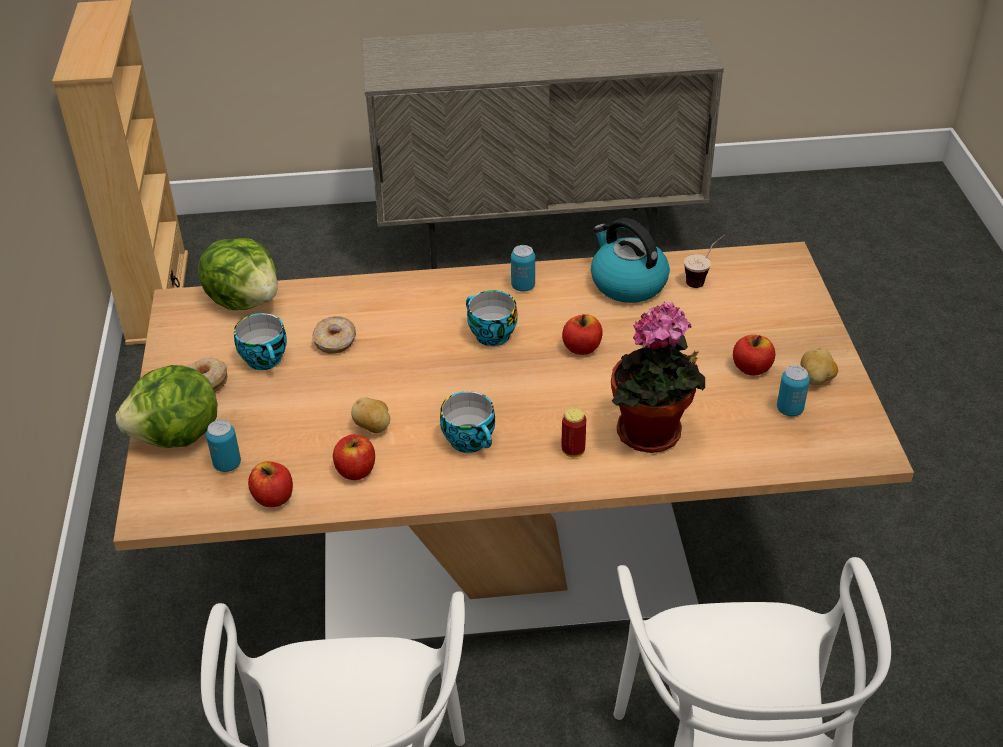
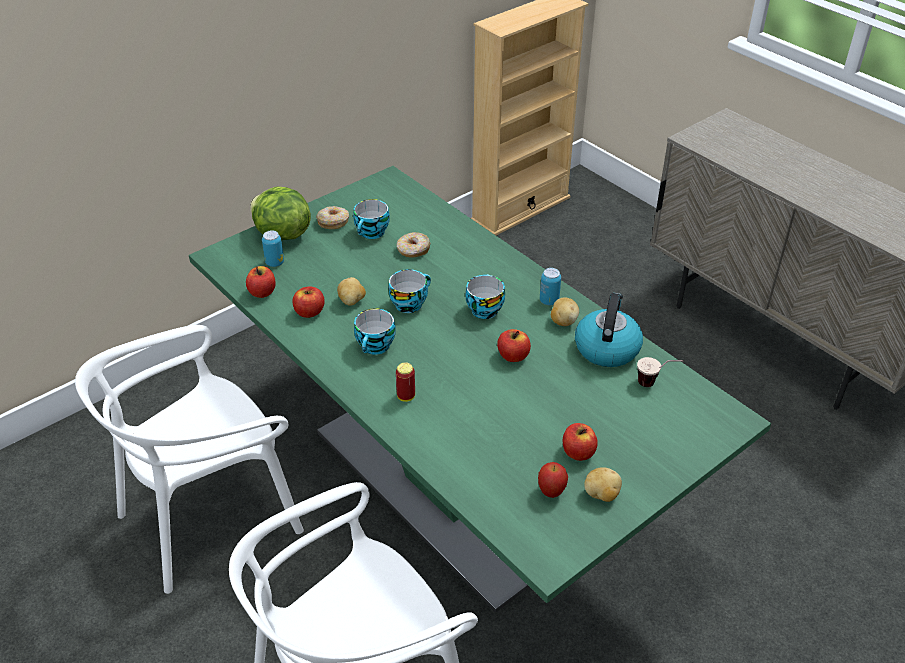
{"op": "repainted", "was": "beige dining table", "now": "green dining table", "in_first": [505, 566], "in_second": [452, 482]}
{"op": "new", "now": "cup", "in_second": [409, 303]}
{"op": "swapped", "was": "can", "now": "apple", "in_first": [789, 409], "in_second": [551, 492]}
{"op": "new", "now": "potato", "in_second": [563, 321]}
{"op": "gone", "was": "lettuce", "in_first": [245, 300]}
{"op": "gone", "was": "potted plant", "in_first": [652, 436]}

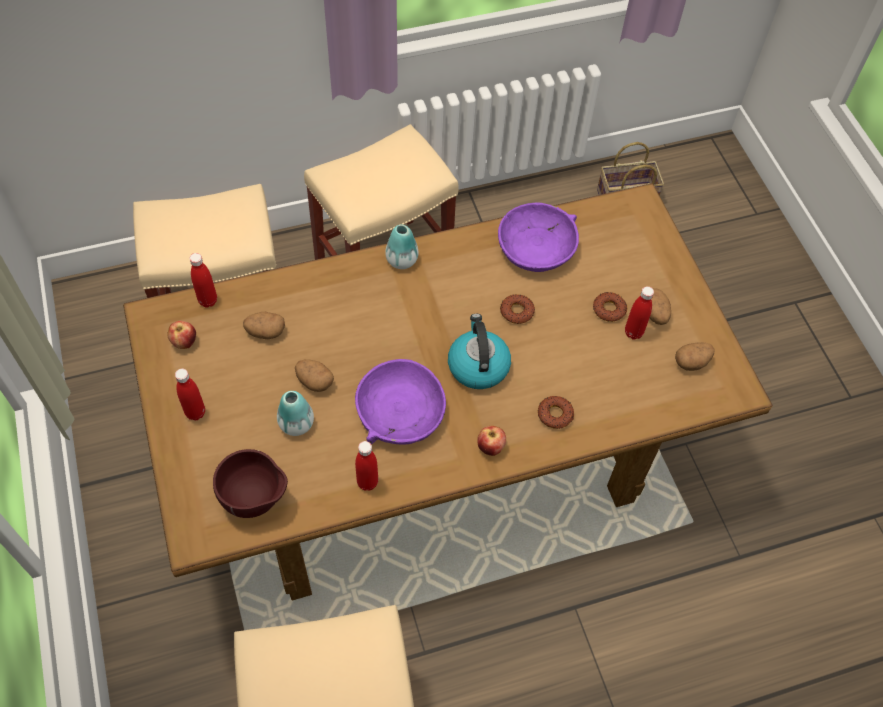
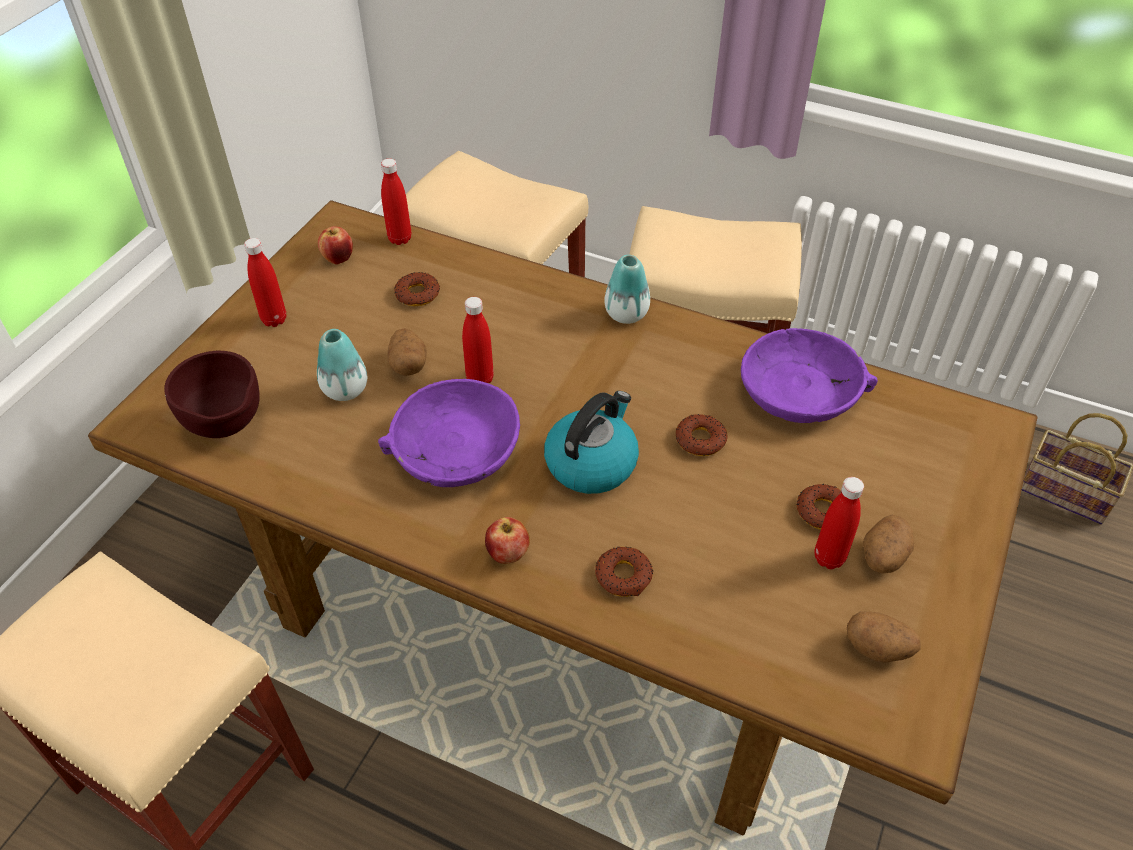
{"op": "swapped", "was": "potato", "now": "donut", "in_first": [265, 332], "in_second": [417, 294]}
{"op": "shifted", "was": "red bottle", "in_first": [367, 482], "in_second": [480, 379]}

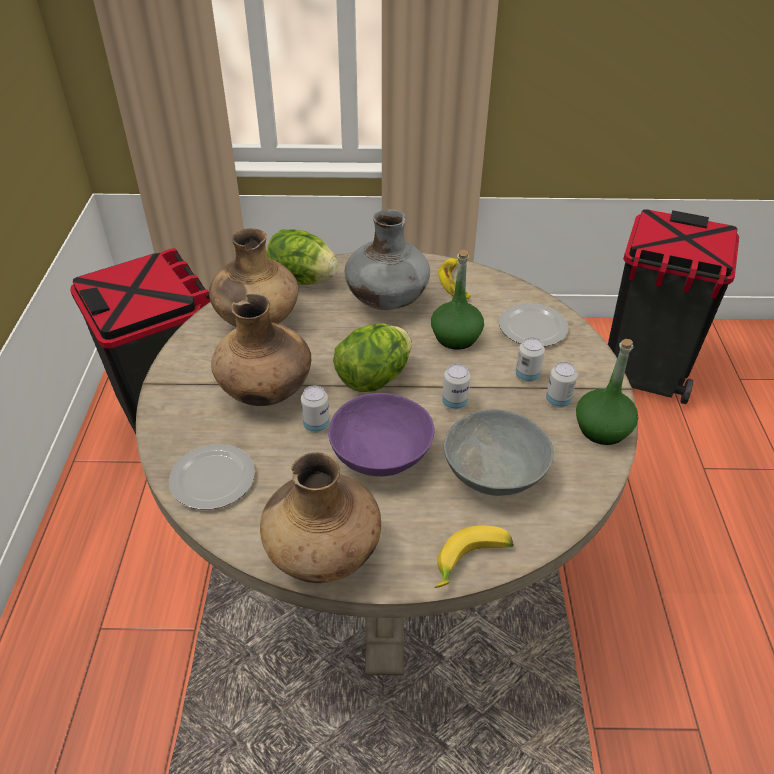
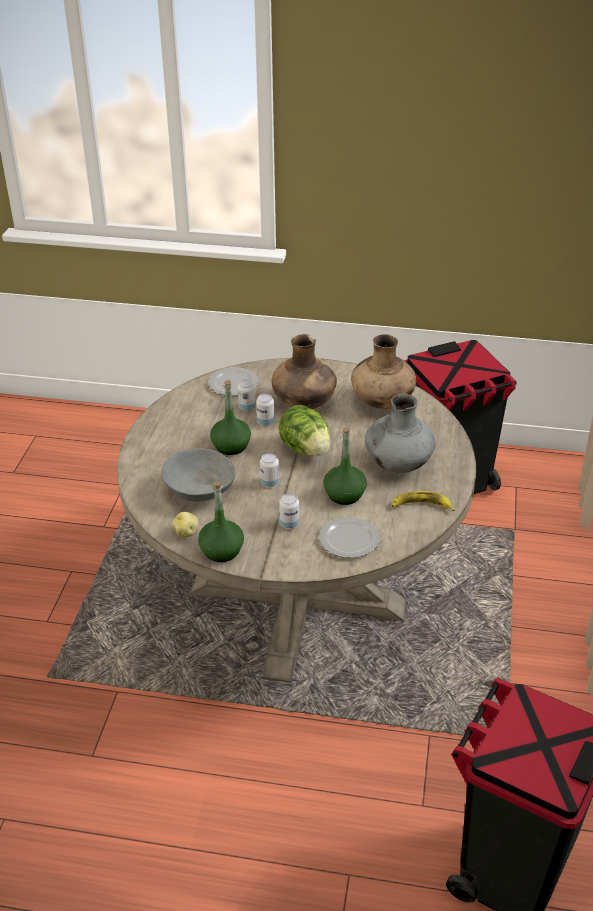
{"op": "new", "now": "potato", "in_second": [187, 532]}
{"op": "swapped", "was": "purple bowl", "now": "green bottle", "in_first": [382, 455], "in_second": [231, 446]}
{"op": "shifted", "was": "can", "in_first": [558, 401], "in_second": [247, 407]}
{"op": "gone", "was": "brown vase", "in_first": [323, 553]}
{"op": "gone", "was": "lettuce", "in_first": [302, 280]}
{"op": "gone", "was": "banana", "in_first": [472, 563]}

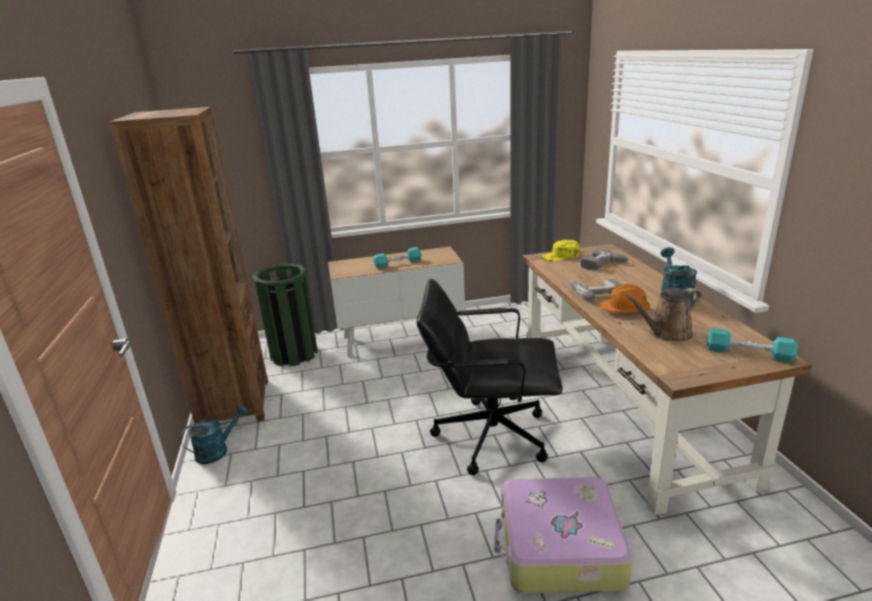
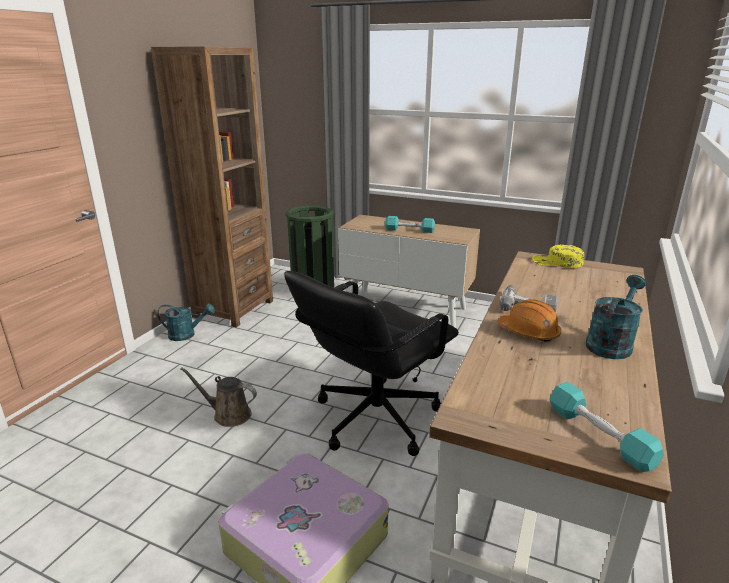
{"op": "shifted", "was": "brown watering can", "in_first": [666, 333], "in_second": [228, 414]}
{"op": "rotated", "was": "black office chair", "in_first": [490, 435], "in_second": [374, 417], "clockwise": -90}
{"op": "gone", "was": "power drill", "in_first": [603, 265]}

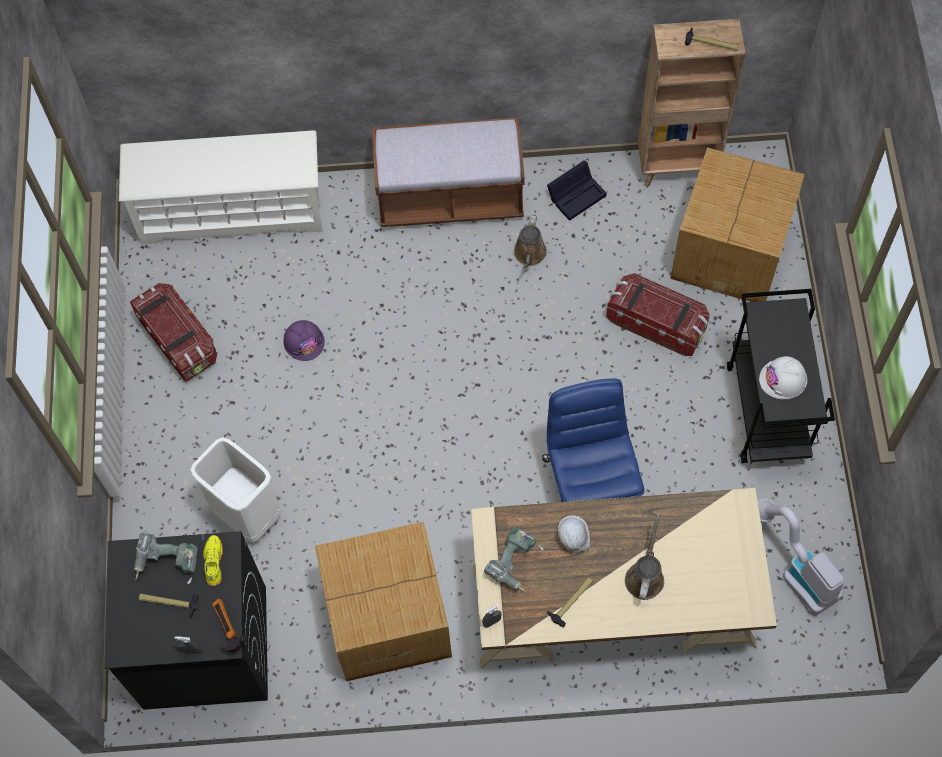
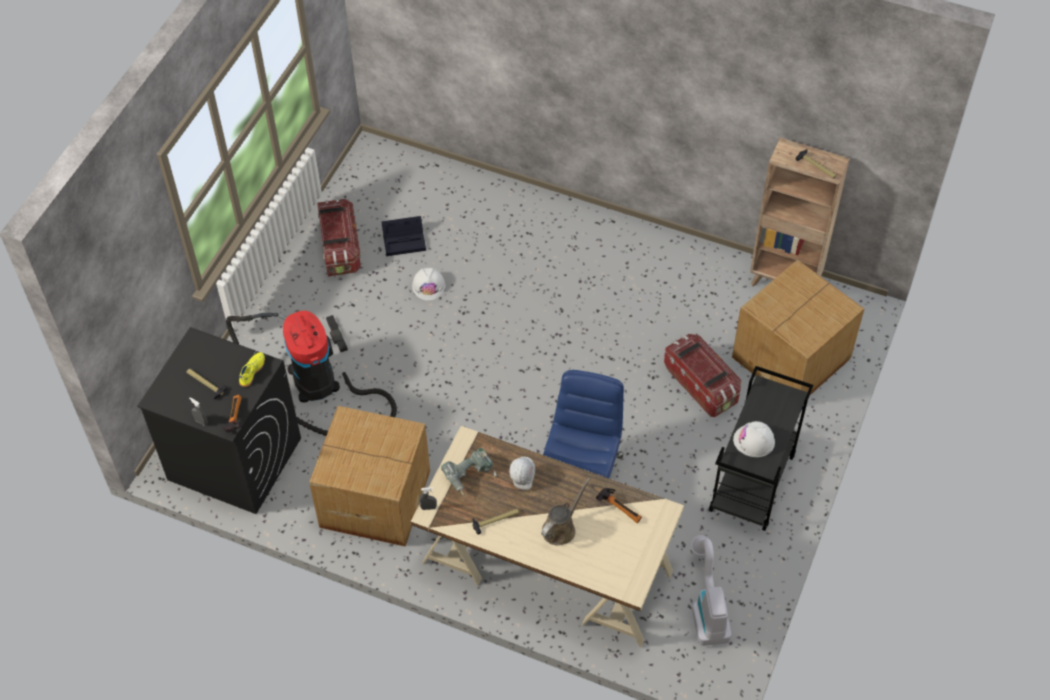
{"op": "swapped", "was": "white trash can", "now": "vacuum cleaner", "in_first": [247, 515], "in_second": [317, 384]}
{"op": "shifted", "was": "black storage box", "in_first": [577, 194], "in_second": [405, 241]}
{"op": "repainted", "was": "purple hard hat", "now": "white hard hat", "in_first": [304, 341], "in_second": [429, 286]}
{"op": "new", "now": "hammer", "in_second": [621, 508]}
{"op": "gone", "was": "white shoe rack", "in_first": [232, 211]}
{"op": "gone", "was": "power drill", "in_first": [167, 563]}
{"op": "gone", "was": "brown bench", "in_first": [450, 197]}
{"op": "gone", "was": "brown watering can", "in_first": [529, 255]}

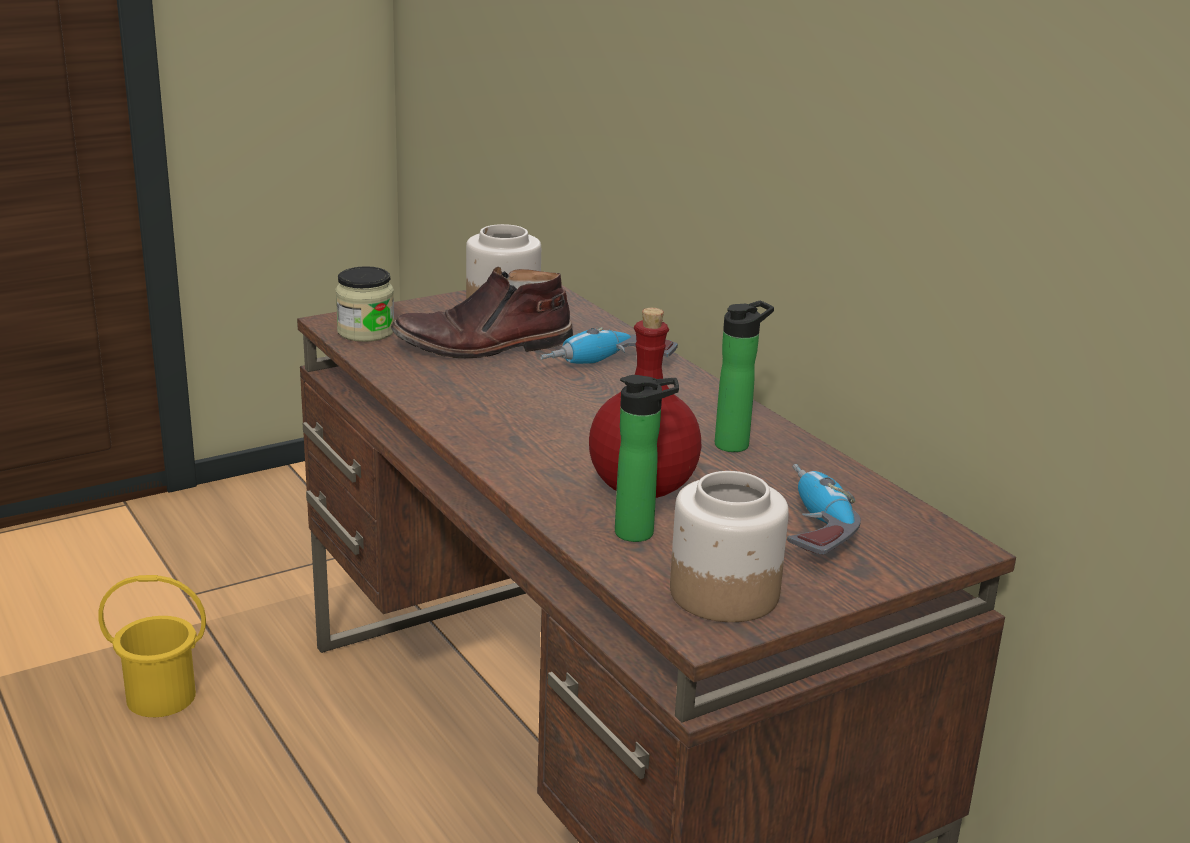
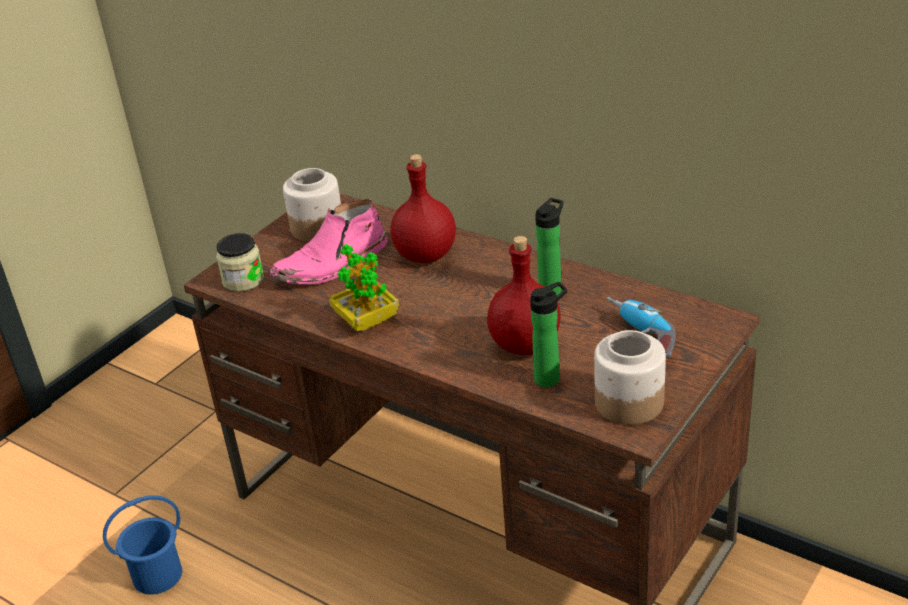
{"op": "repainted", "was": "yellow bucket", "now": "blue bucket", "in_first": [160, 696], "in_second": [157, 575]}
{"op": "repainted", "was": "brown boot", "now": "pink boot", "in_first": [484, 345], "in_second": [332, 264]}
{"op": "new", "now": "potted plant", "in_second": [366, 321]}
{"op": "swapped", "was": "power drill", "now": "red bottle", "in_first": [608, 367], "in_second": [426, 255]}

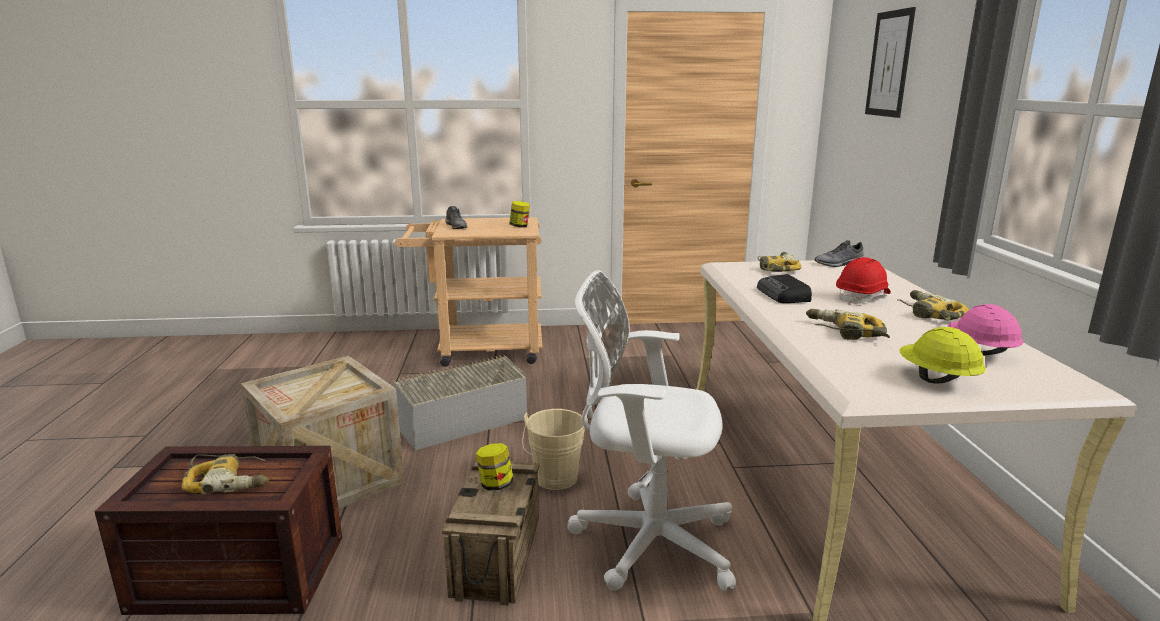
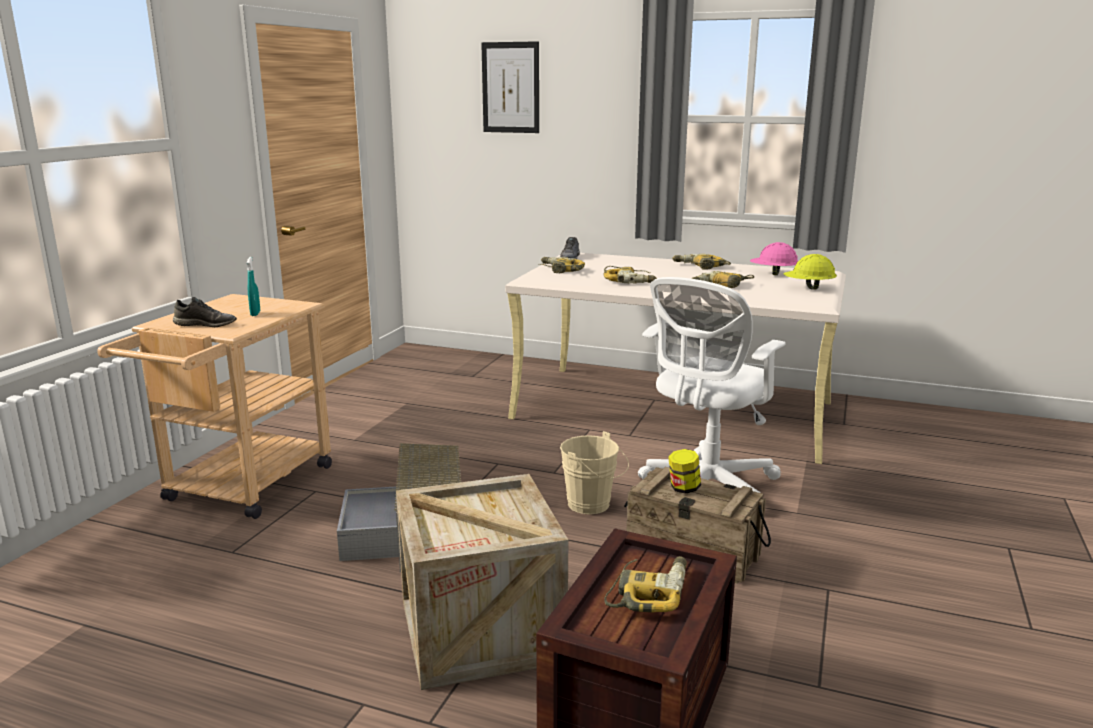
{"op": "new", "now": "turquoise spray bottle", "in_second": [255, 313]}
{"op": "swapped", "was": "radio", "now": "power drill", "in_first": [783, 295], "in_second": [629, 281]}
{"op": "gone", "was": "jar", "in_first": [520, 226]}
{"op": "gone", "was": "red hard hat", "in_first": [862, 297]}

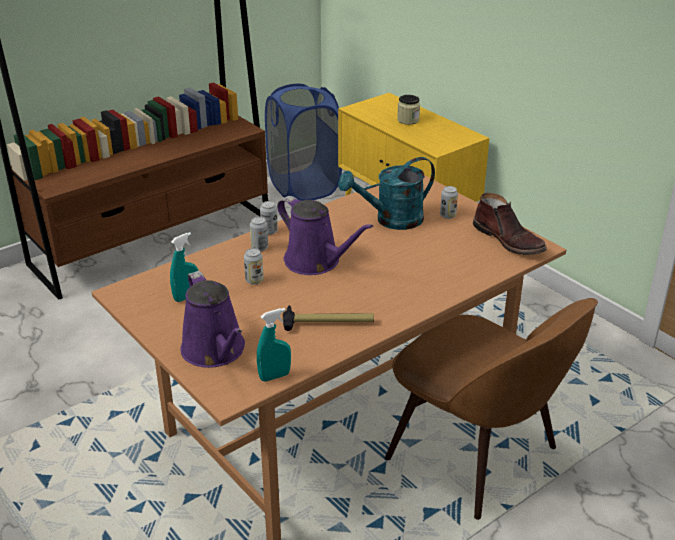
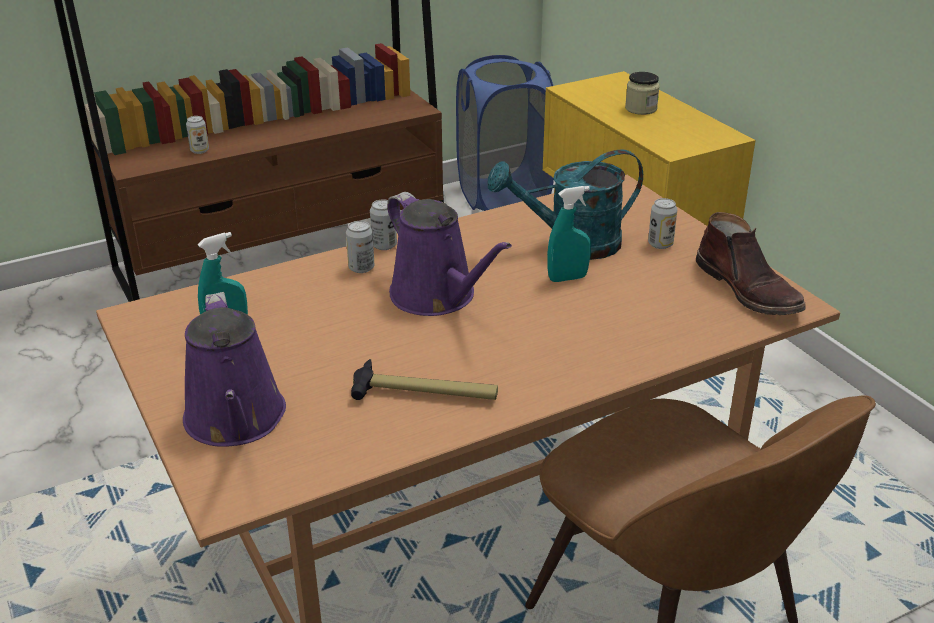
{"op": "shifted", "was": "can", "in_first": [254, 280], "in_second": [199, 151]}
{"op": "shifted", "was": "turquoise spray bottle", "in_first": [274, 376], "in_second": [567, 278]}

